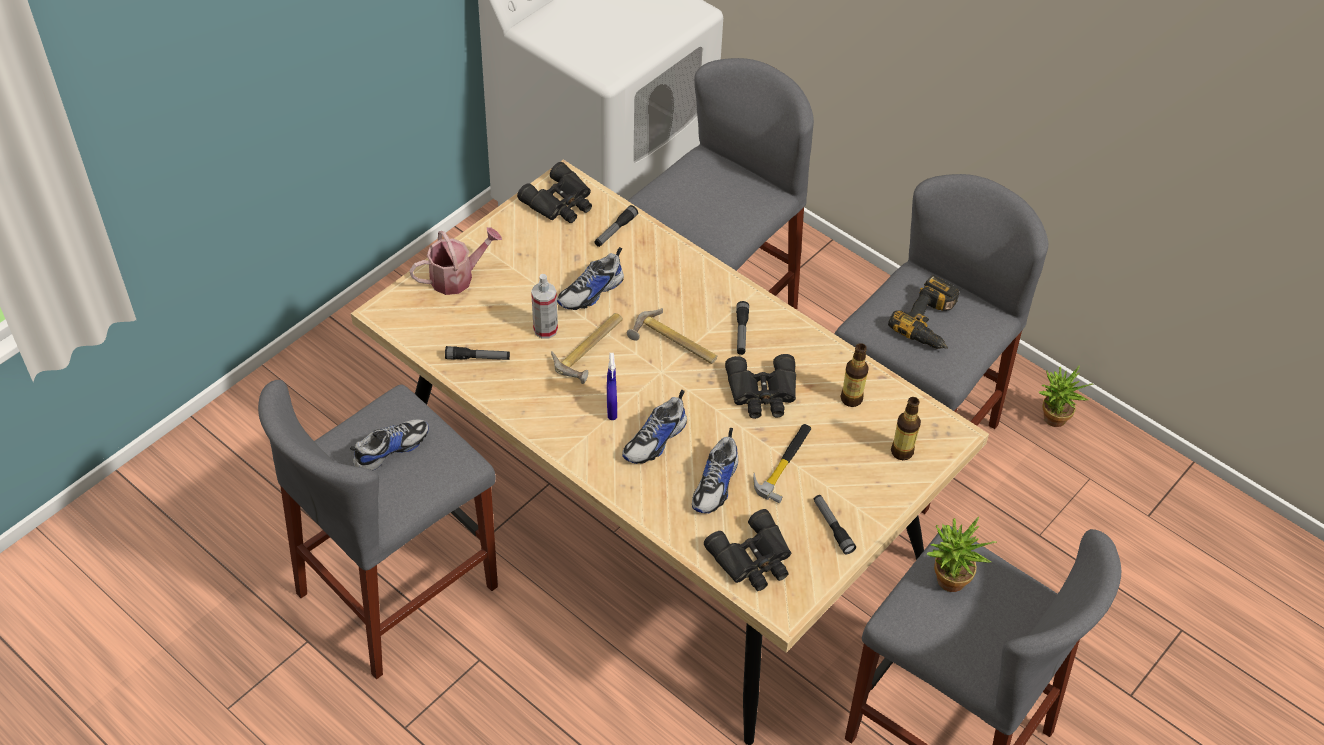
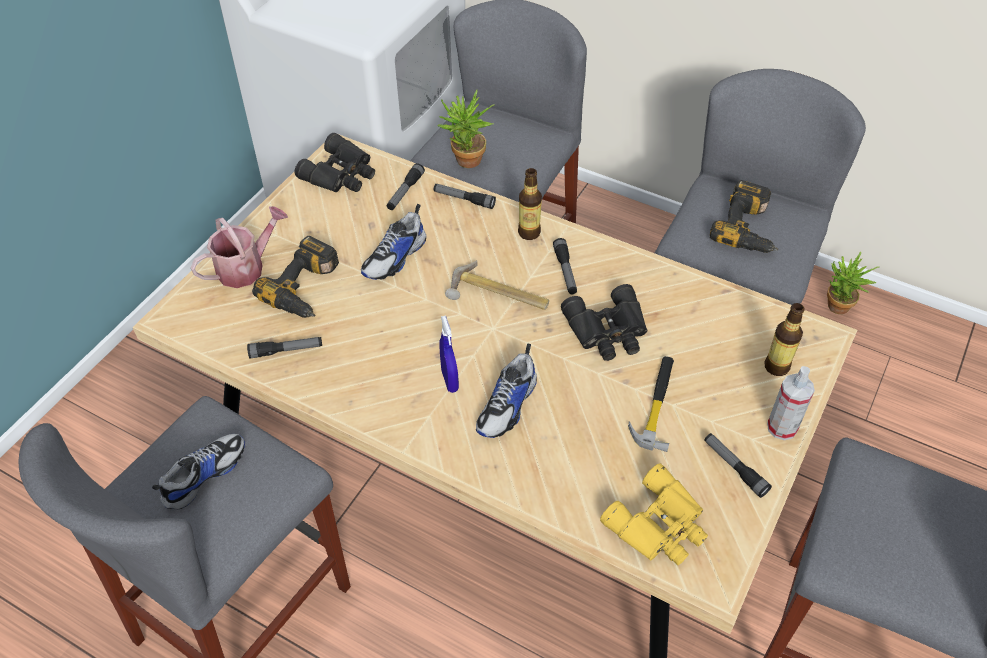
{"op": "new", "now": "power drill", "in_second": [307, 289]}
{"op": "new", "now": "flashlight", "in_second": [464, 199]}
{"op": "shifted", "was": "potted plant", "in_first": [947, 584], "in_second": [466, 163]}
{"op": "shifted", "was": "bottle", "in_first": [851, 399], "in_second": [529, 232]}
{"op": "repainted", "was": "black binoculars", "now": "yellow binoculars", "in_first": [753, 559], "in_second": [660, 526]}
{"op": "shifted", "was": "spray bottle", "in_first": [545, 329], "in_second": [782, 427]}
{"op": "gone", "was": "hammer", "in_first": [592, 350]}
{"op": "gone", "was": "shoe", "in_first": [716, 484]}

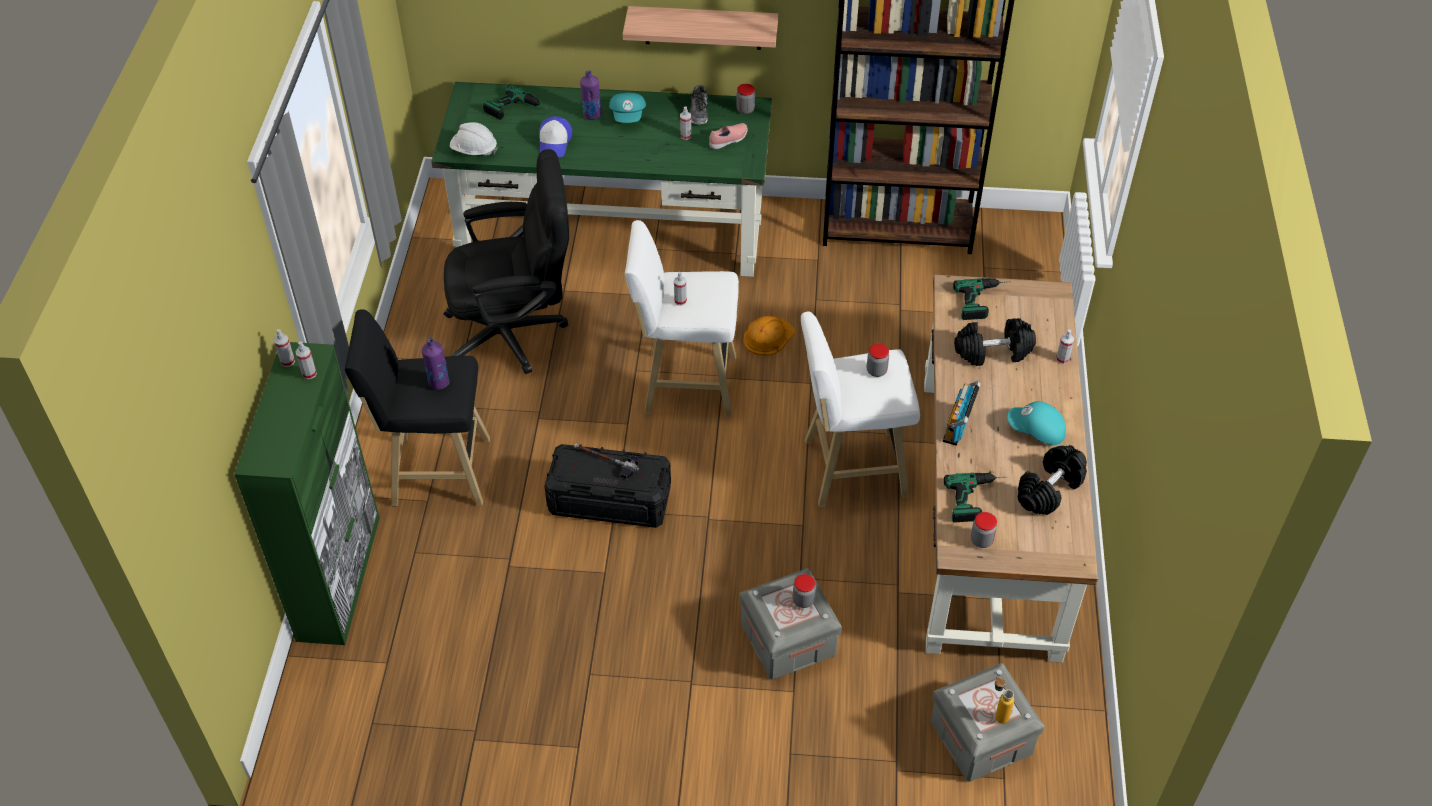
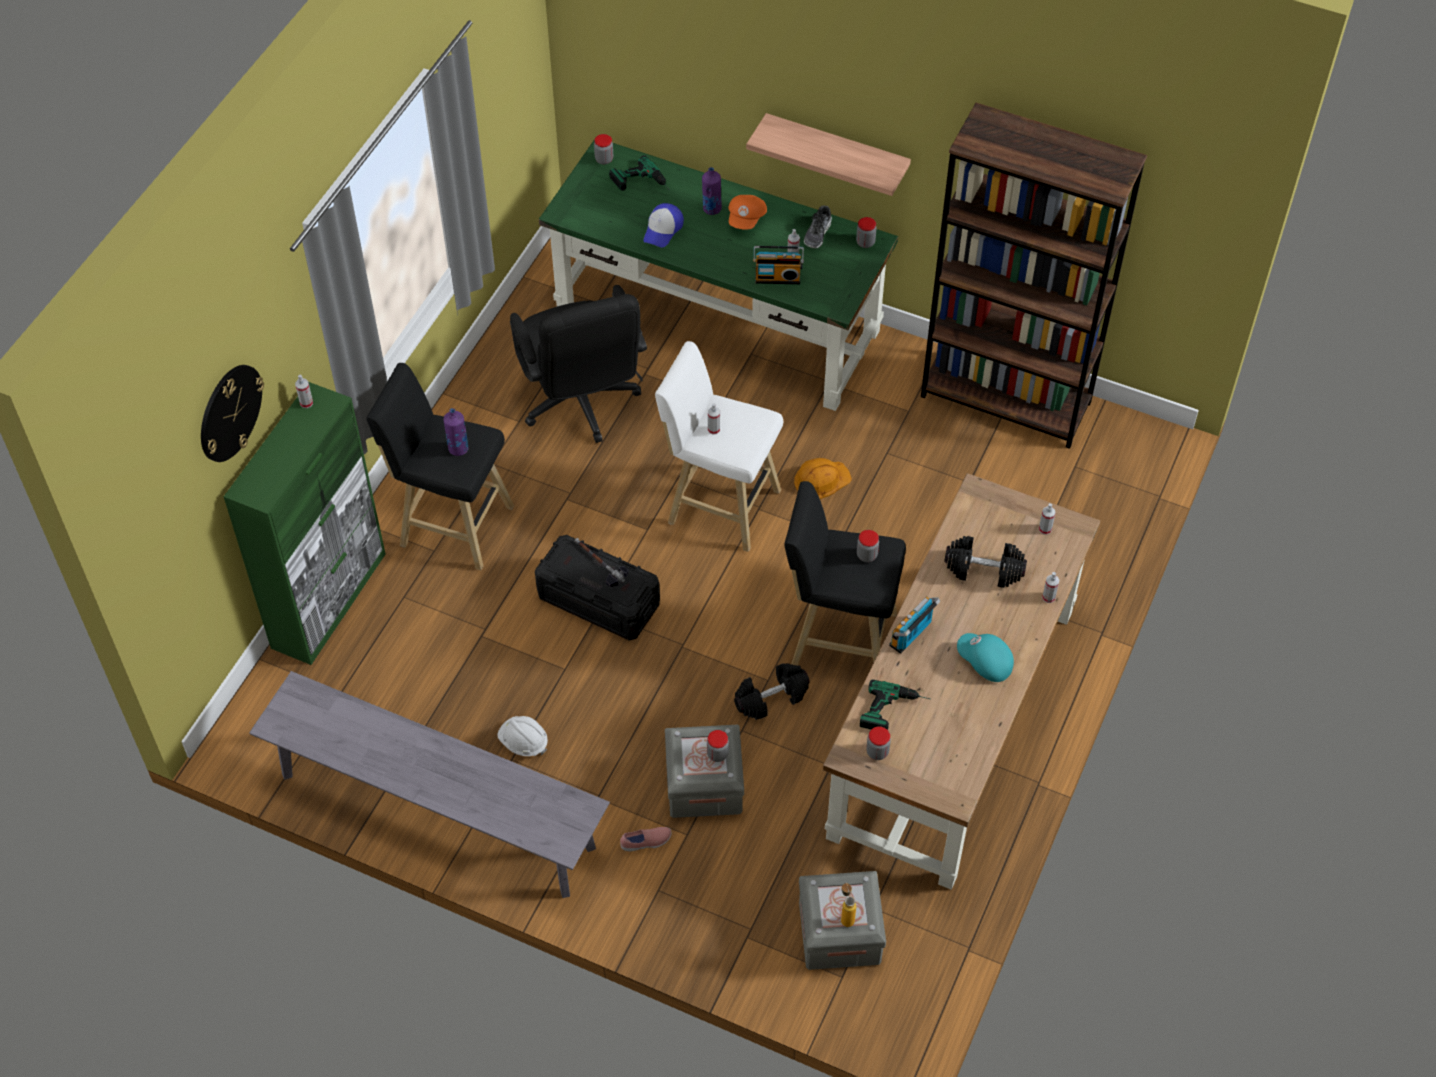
{"op": "new", "now": "wall clock", "in_second": [230, 412]}
{"op": "new", "now": "grey bench", "in_second": [437, 811]}
{"op": "shifted", "was": "white hard hat", "in_first": [474, 150], "in_second": [523, 742]}
{"op": "rotated", "was": "black office chair", "in_first": [516, 332], "in_second": [582, 405], "clockwise": 60}
{"op": "new", "now": "jar", "in_second": [604, 159]}
{"op": "shifted", "was": "pink shoe", "in_first": [728, 140], "in_second": [646, 842]}
{"op": "repainted", "was": "turquoise cap", "now": "orange cap", "in_first": [628, 116], "in_second": [747, 219]}
{"op": "shifted", "was": "black dumbbell", "in_first": [1049, 489], "in_second": [771, 698]}
{"op": "new", "now": "radio", "in_second": [777, 277]}
{"op": "repainted", "was": "white stool", "now": "black stool", "in_first": [849, 469], "in_second": [838, 638]}
{"op": "shifted", "was": "spray bottle", "in_first": [309, 374], "in_second": [1045, 529]}
{"op": "gone", "was": "power drill", "in_first": [984, 300]}

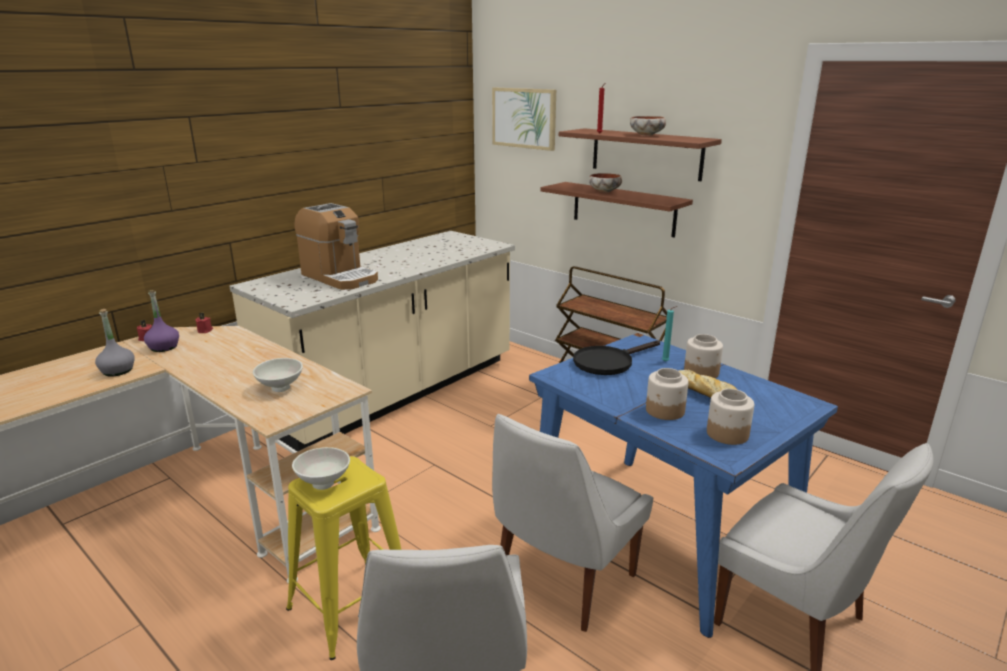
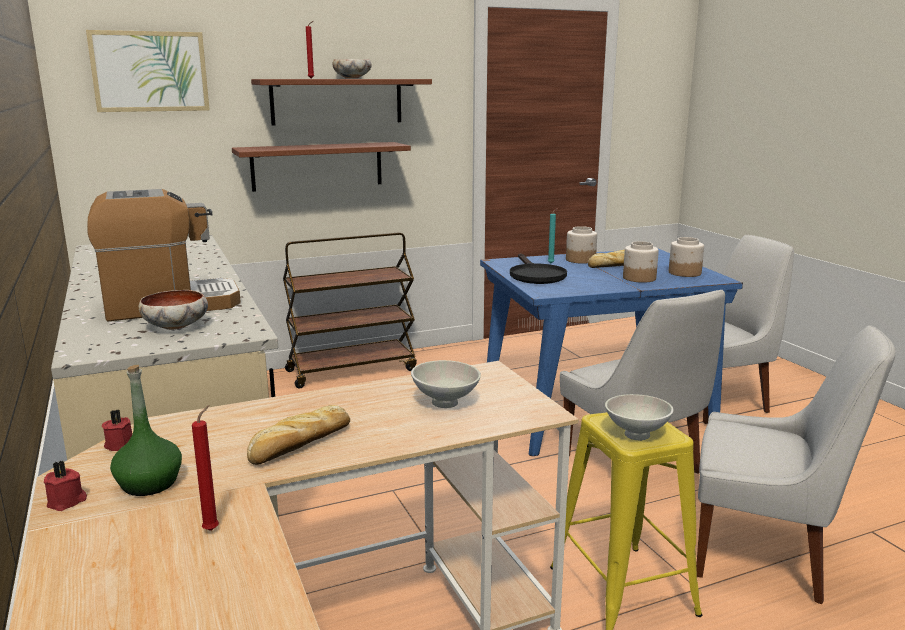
{"op": "repainted", "was": "purple bottle", "now": "green bottle", "in_first": [163, 347], "in_second": [149, 483]}
{"op": "shifted", "was": "bowl", "in_first": [605, 191], "in_second": [177, 327]}
{"op": "swapped", "was": "grey bottle", "now": "red candle", "in_first": [118, 371], "in_second": [213, 529]}
{"op": "new", "now": "bread", "in_second": [299, 444]}

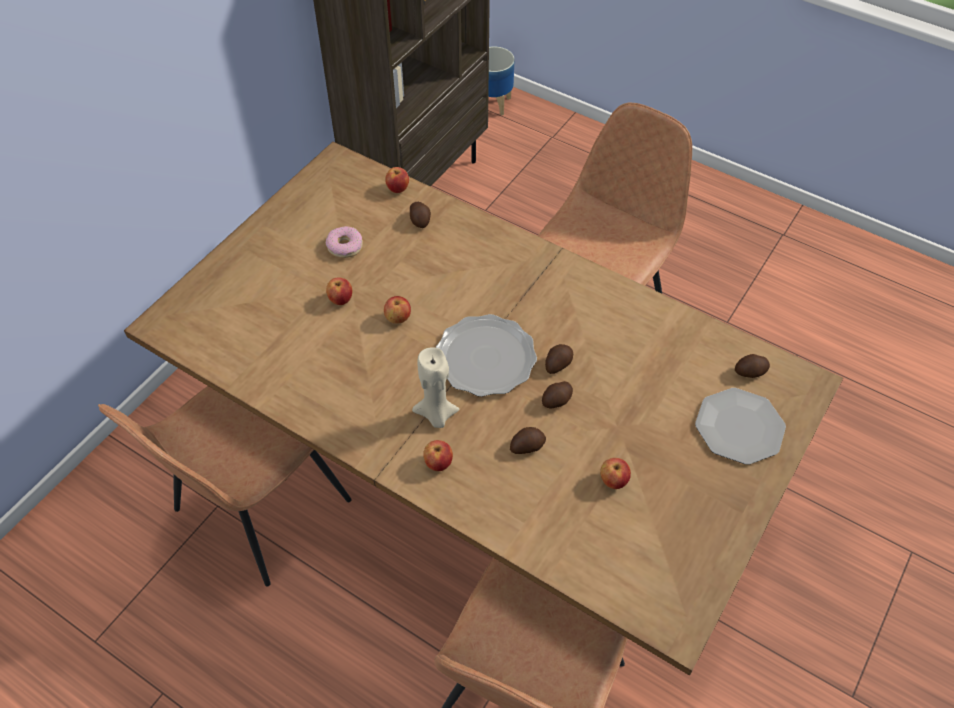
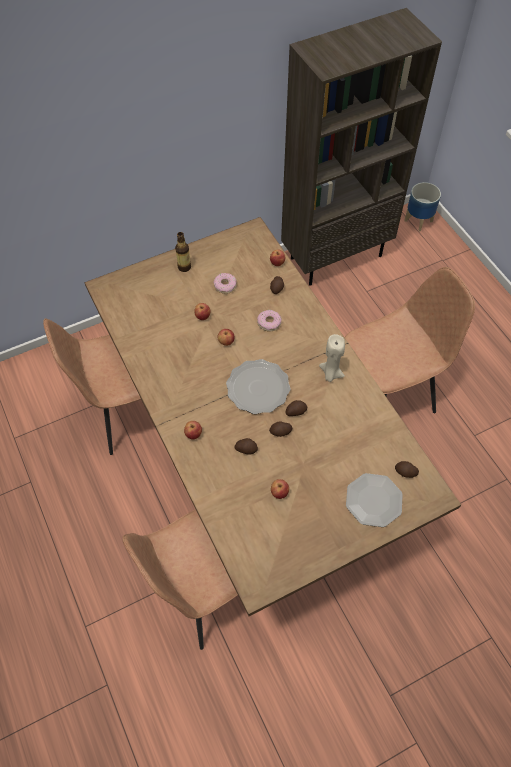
{"op": "new", "now": "bottle", "in_second": [184, 267]}
{"op": "new", "now": "donut", "in_second": [269, 323]}
{"op": "shifted", "was": "beige candle", "in_first": [436, 415], "in_second": [331, 373]}

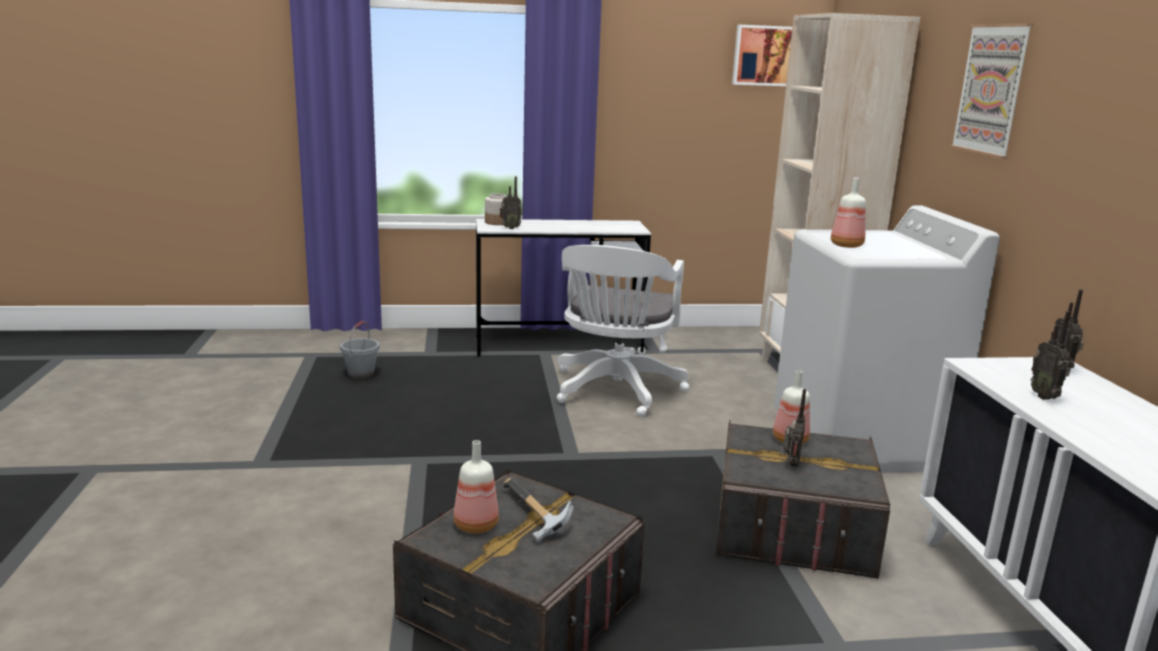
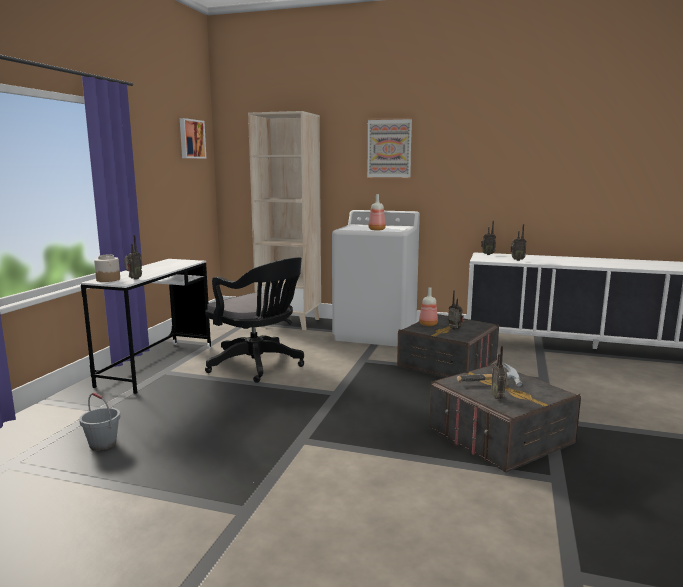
{"op": "repainted", "was": "white office chair", "now": "black office chair", "in_first": [615, 392], "in_second": [258, 365]}
{"op": "swapped", "was": "bottle", "now": "radio", "in_first": [475, 526], "in_second": [498, 397]}

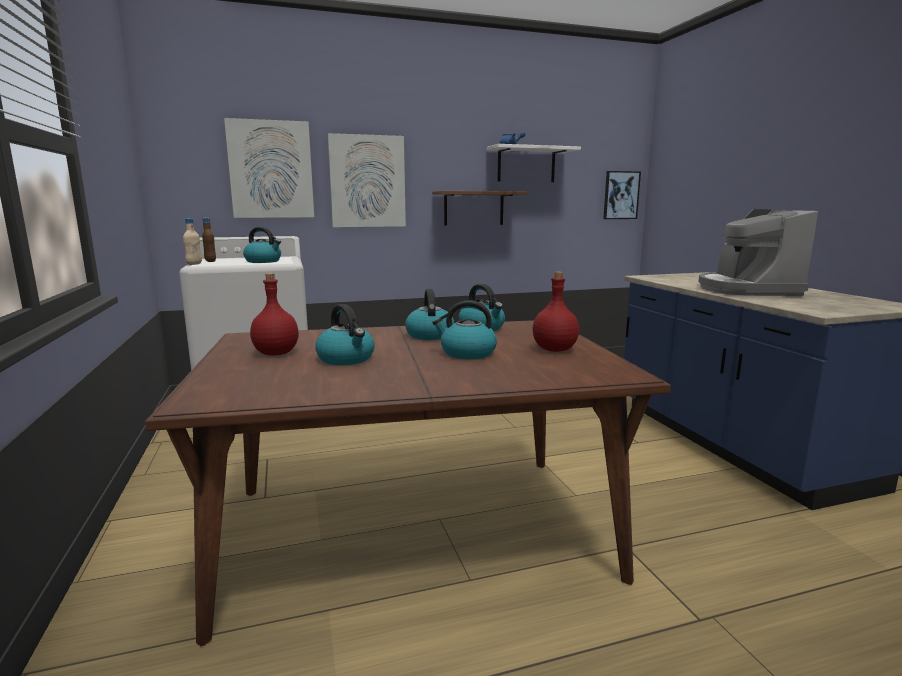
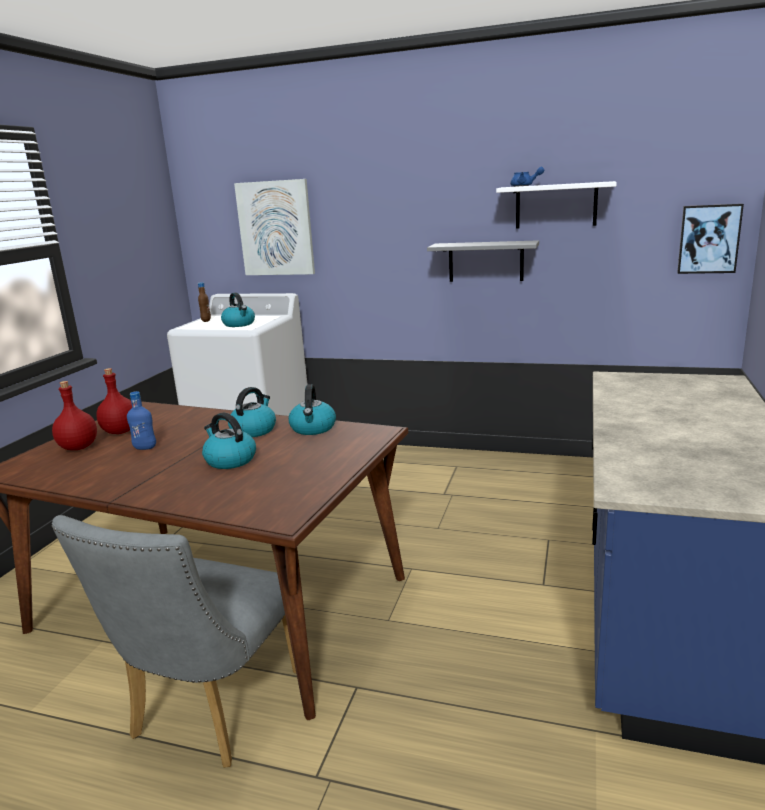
{"op": "shifted", "was": "red bottle", "in_first": [554, 350], "in_second": [78, 447]}
{"op": "new", "now": "grey chair", "in_second": [210, 712]}
{"op": "swapped", "was": "kettle", "now": "blue bottle", "in_first": [346, 359], "in_second": [145, 448]}
{"op": "repainted", "was": "brown shelf", "now": "grey shelf", "in_first": [473, 208], "in_second": [485, 261]}
{"op": "gone", "was": "beige bottle", "in_first": [194, 264]}
{"op": "gone", "was": "picture", "in_first": [367, 181]}
{"op": "gone", "was": "coffee machine", "in_first": [746, 289]}

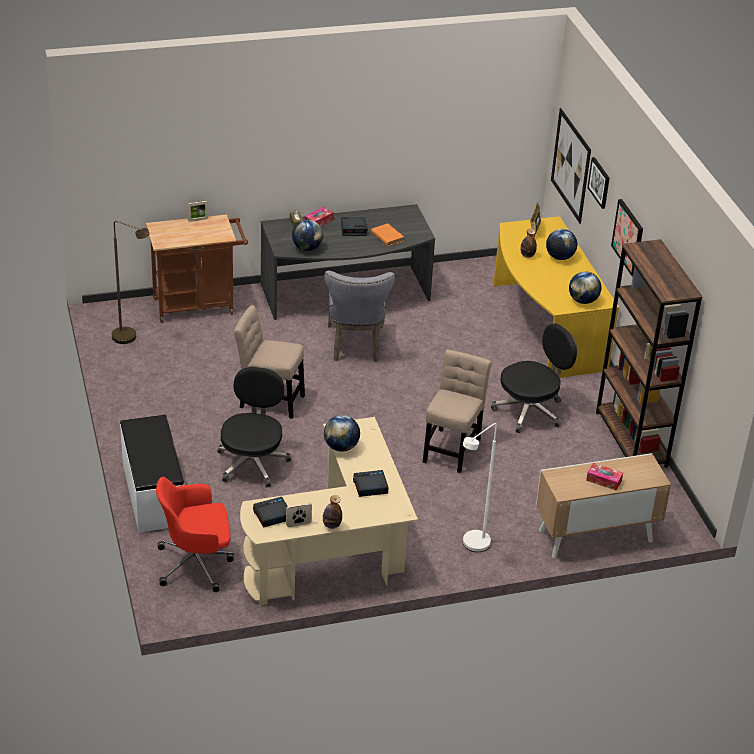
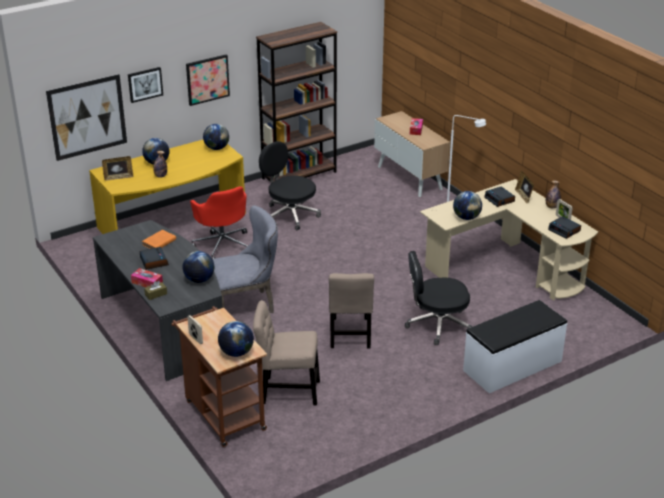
{"op": "shifted", "was": "red office chair", "in_first": [196, 564], "in_second": [222, 245]}
{"op": "new", "now": "globe", "in_second": [236, 353]}
{"op": "shifted", "was": "beige chair", "in_first": [452, 448], "in_second": [287, 391]}
{"op": "new", "now": "picture frame", "in_second": [523, 196]}
{"op": "gone", "was": "brown floor lamp", "in_first": [130, 338]}

